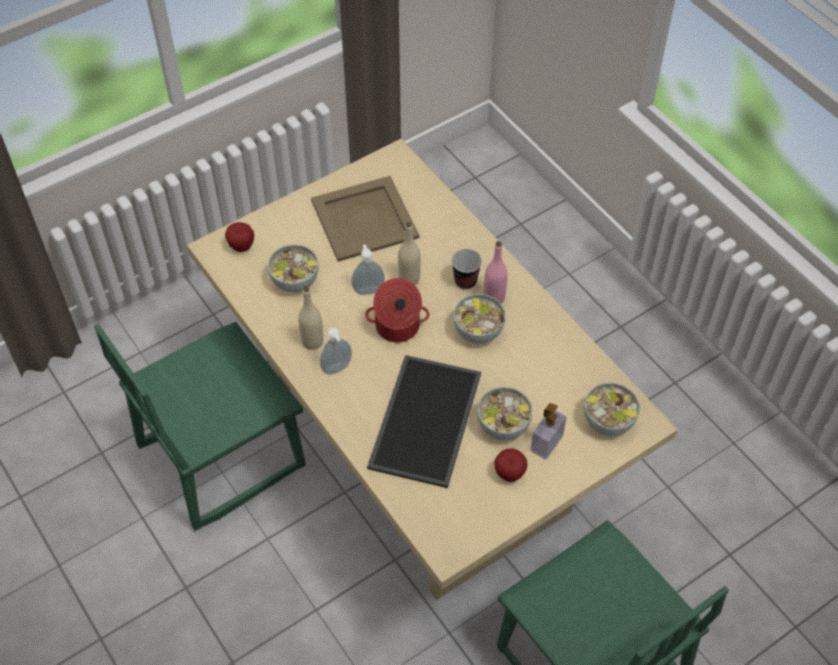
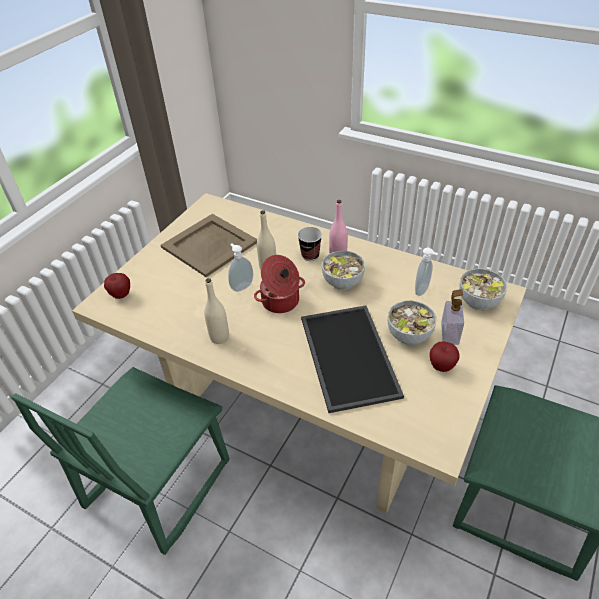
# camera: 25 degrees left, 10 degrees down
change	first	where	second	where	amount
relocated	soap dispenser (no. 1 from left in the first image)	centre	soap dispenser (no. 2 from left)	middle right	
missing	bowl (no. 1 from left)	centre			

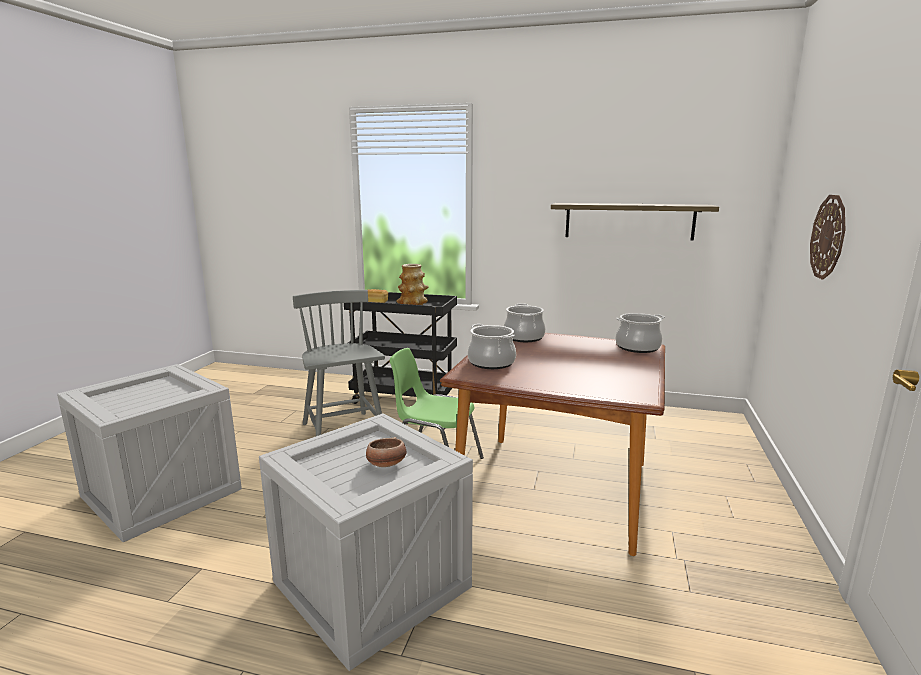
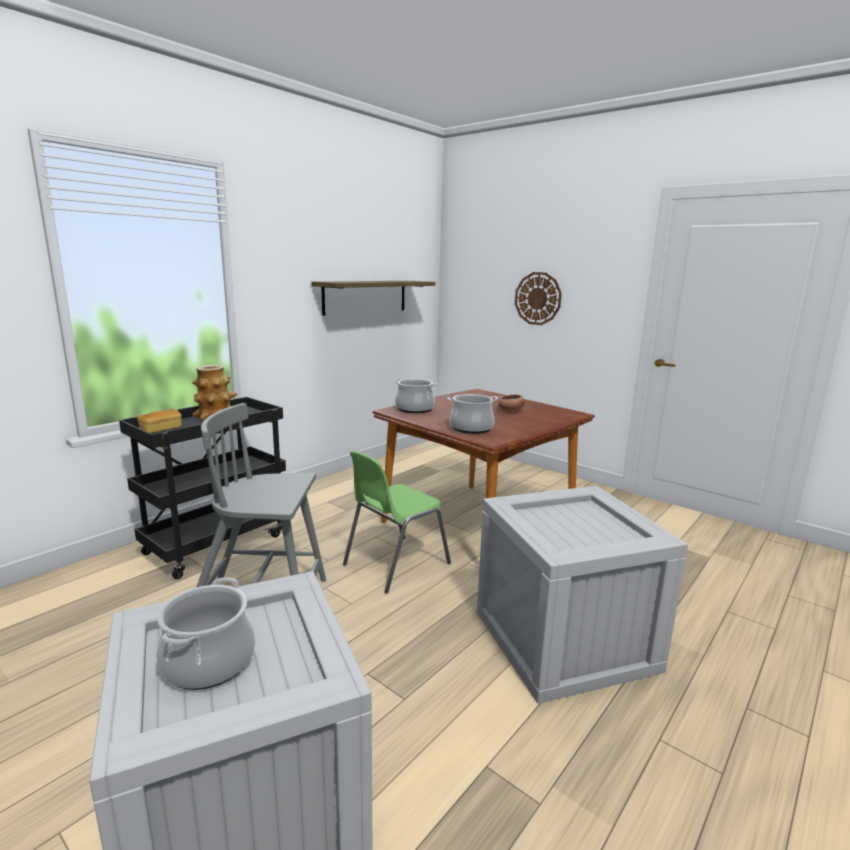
# camera: 65 degrees left, 0 degrees up
change	first	where	second	where	amount
relocated	cooking pot (no. 3 from left in the first image)	middle right	cooking pot (no. 1 from left)	bottom left	
relocated	bowl	bottom centre		centre	

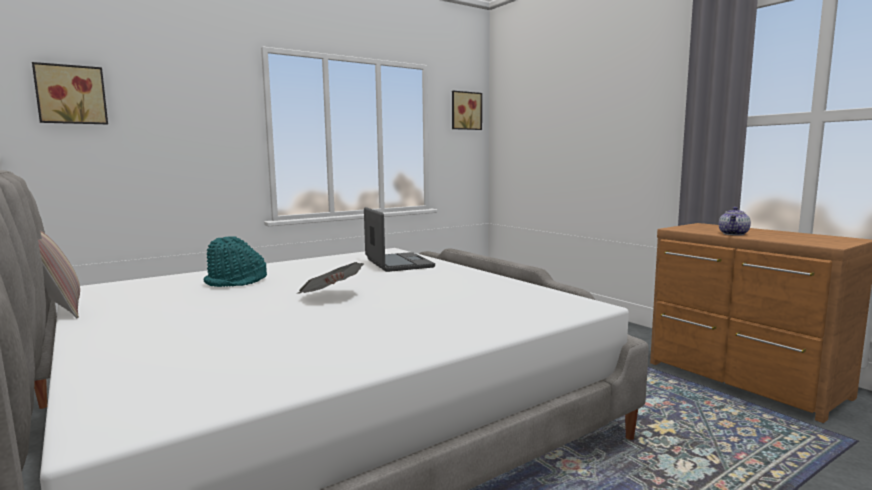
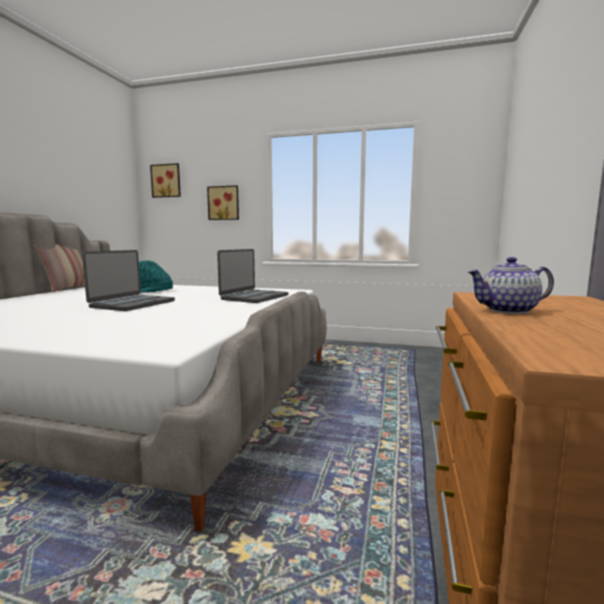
# camera: 50 degrees right, 0 degrees up
change	first	where	second	where	amount
exchanged	newspaper	centre	laptop (no. 1 from left)	middle left	
relocated	picture (no. 2 from left)	top centre		centre	

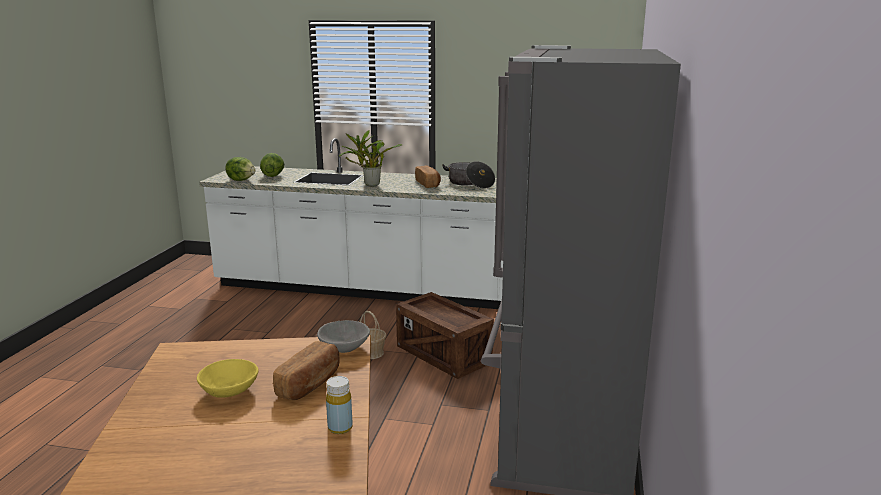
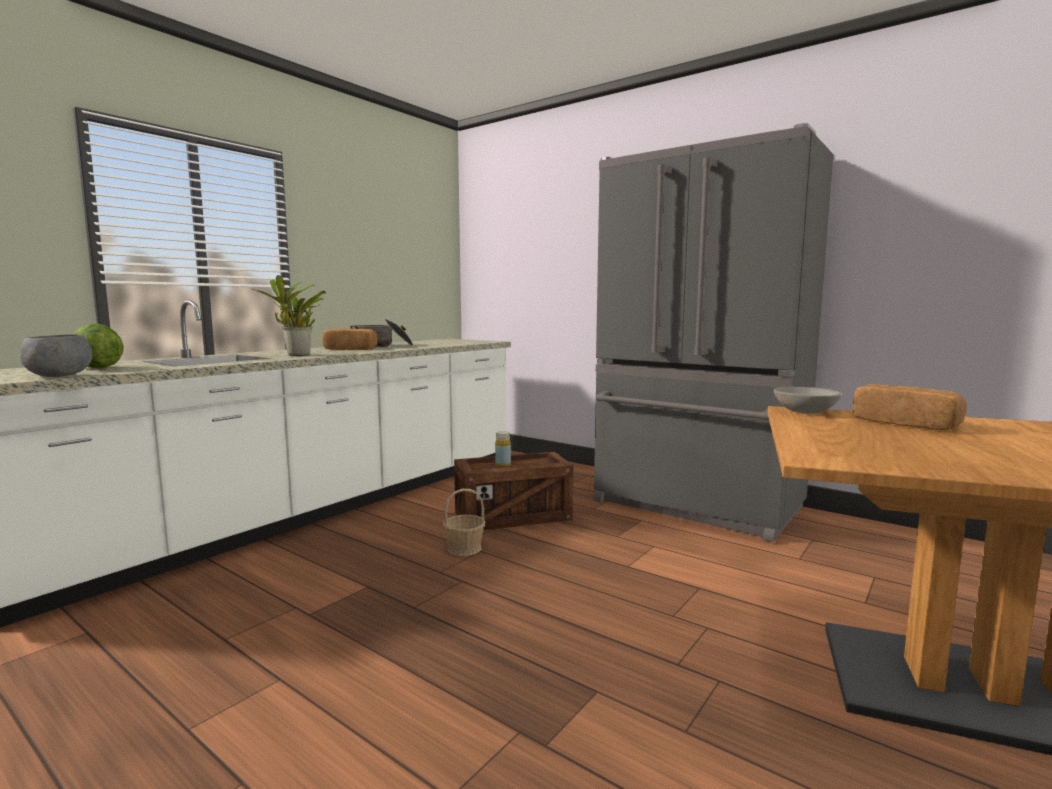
# camera: 65 degrees left, 10 degrees down
change	first	where	second	where	amount
exchanged	lettuce (no. 1 from left)	middle left	bowl (grey) (no. 1 from left)	middle left	
relocated	bottle (yellow)	bottom centre		centre	
missing	bowl (yellow)	bottom left			

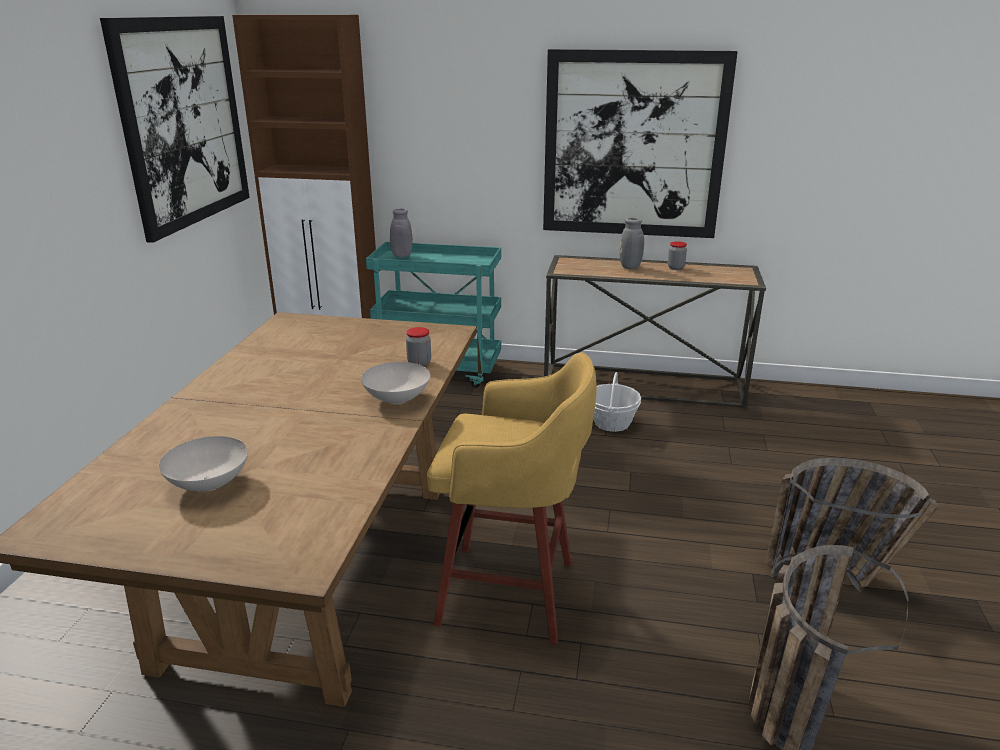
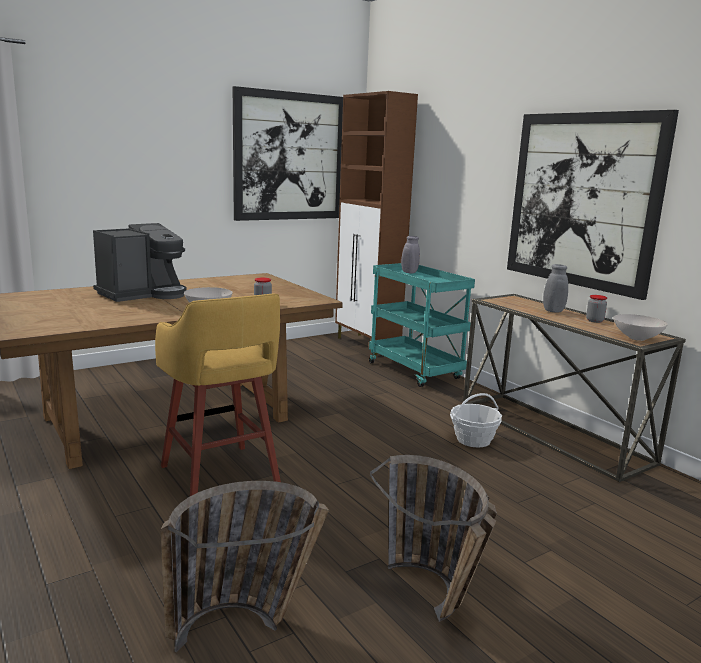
# camera: 45 degrees right, 10 degrees down
change	first	where	second	where	amount
appeared			coffee machine	middle left	
relocated	bowl (white) (no. 1 from left in the first image)	middle left	bowl (white) (no. 2 from left)	middle right	

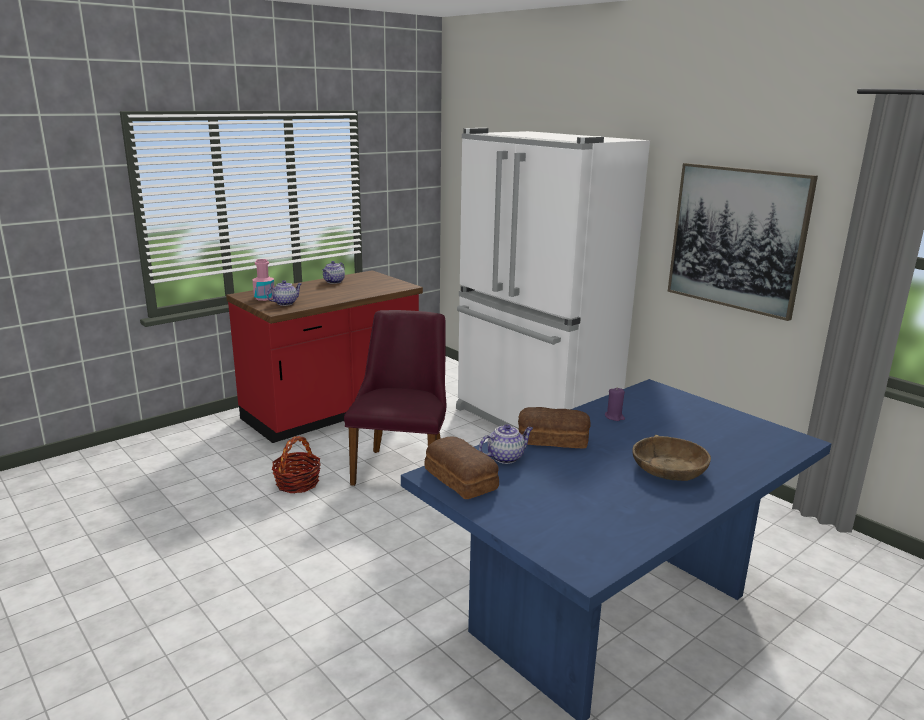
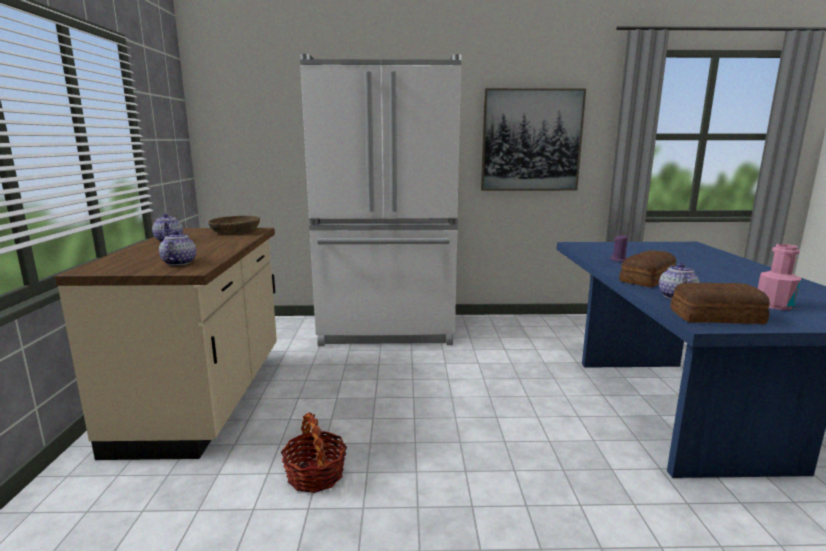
# camera: 50 degrees left, 5 degrees down
change	first	where	second	where	amount
colour	counter (red)	centre	counter (beige)	middle left	
relocated	bowl (brown)	middle right		middle left	
relocated	bottle (pink)	middle left		middle right	
missing	chair (purple)	centre			

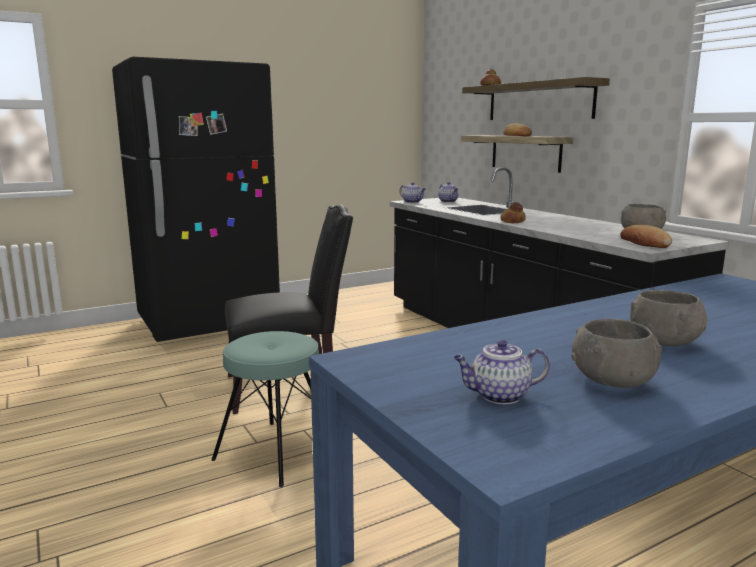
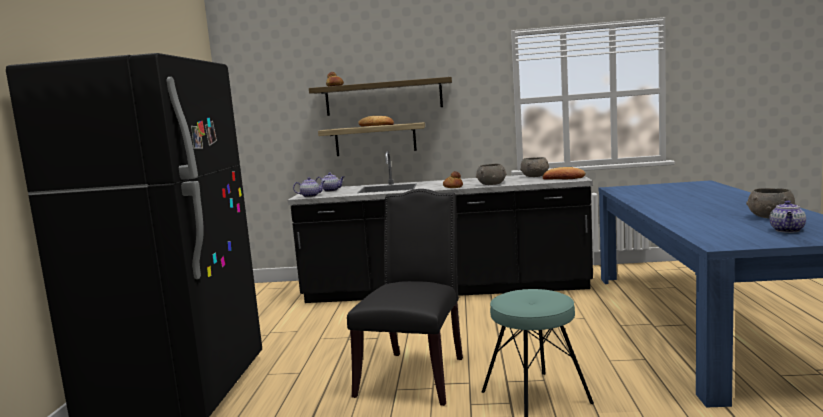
# camera: 55 degrees left, 5 degrees down
change	first	where	second	where	amount
relocated	bowl (grey) (no. 3 from left in the first image)	middle right	bowl (grey) (no. 1 from left)	centre	

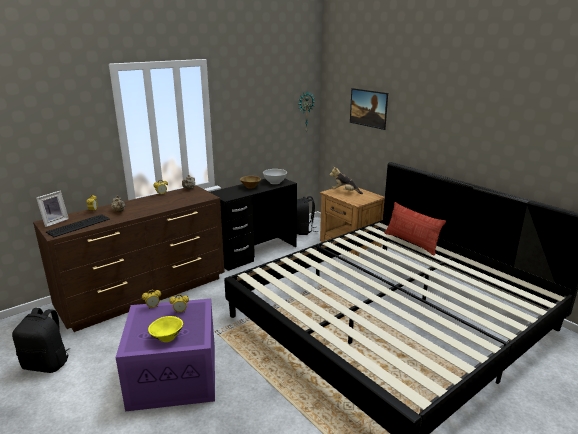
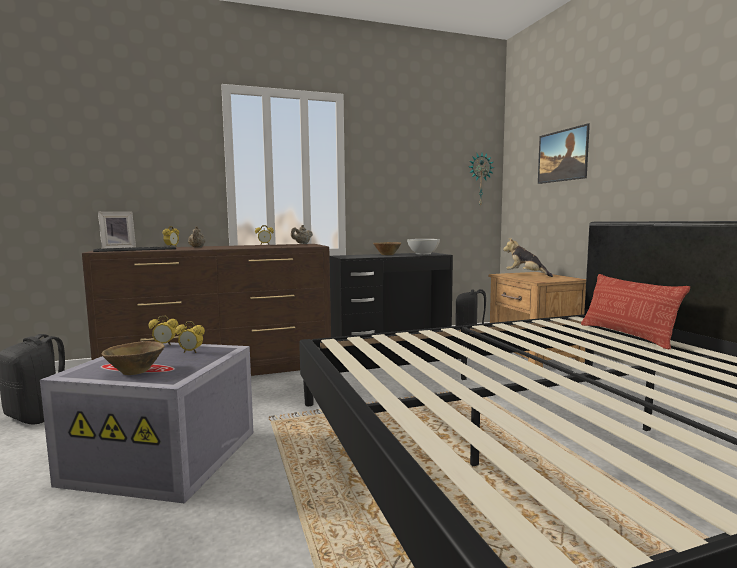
# camera: 20 degrees right, 15 degrees down
change	first	where	second	where	amount
colour	storage box (purple)	bottom left	storage box (grey)	bottom left	
colour	bowl (yellow)	bottom left	bowl (brown) (no. 1 from left)	middle left	

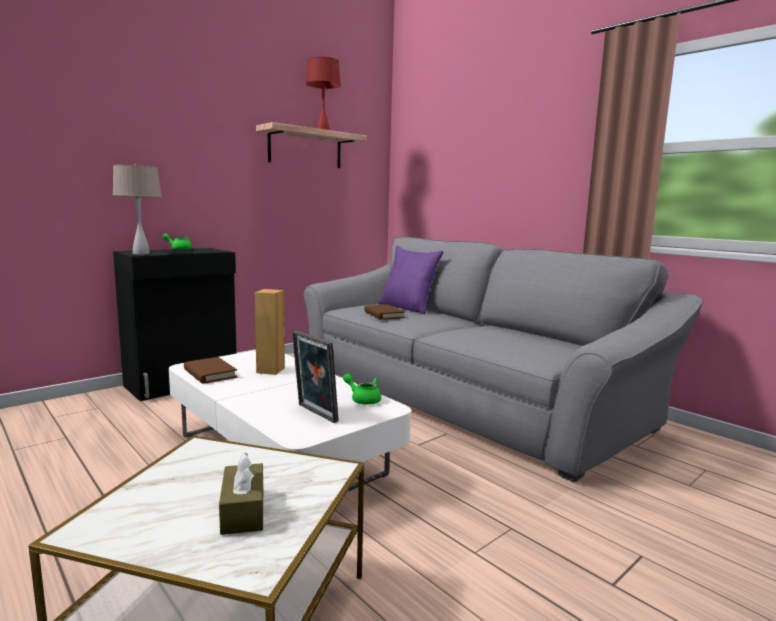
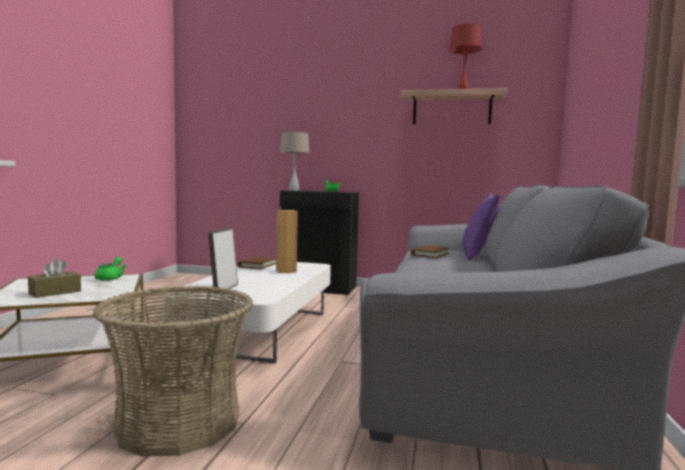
# camera: 55 degrees right, 5 degrees down
change	first	where	second	where	amount
appeared			basket	bottom left	
relocated	teapot (green) (no. 2 from left in the first image)	centre	teapot (green) (no. 1 from left)	middle left	

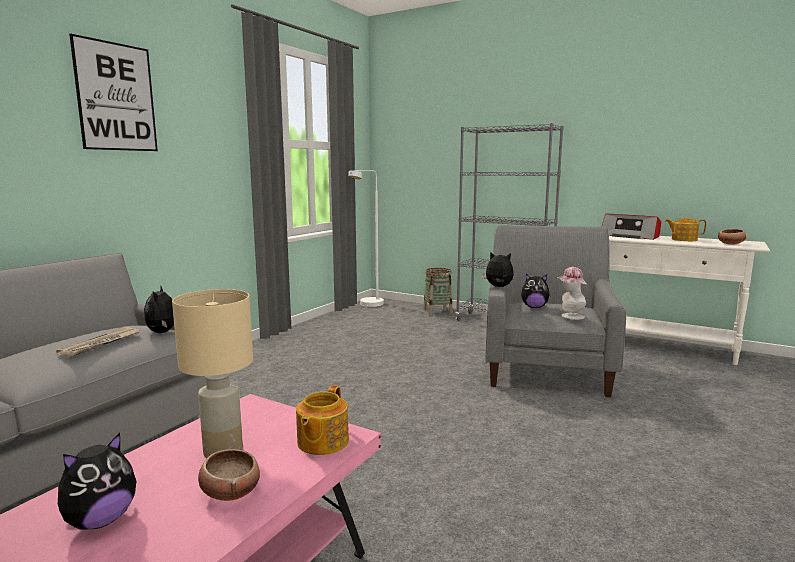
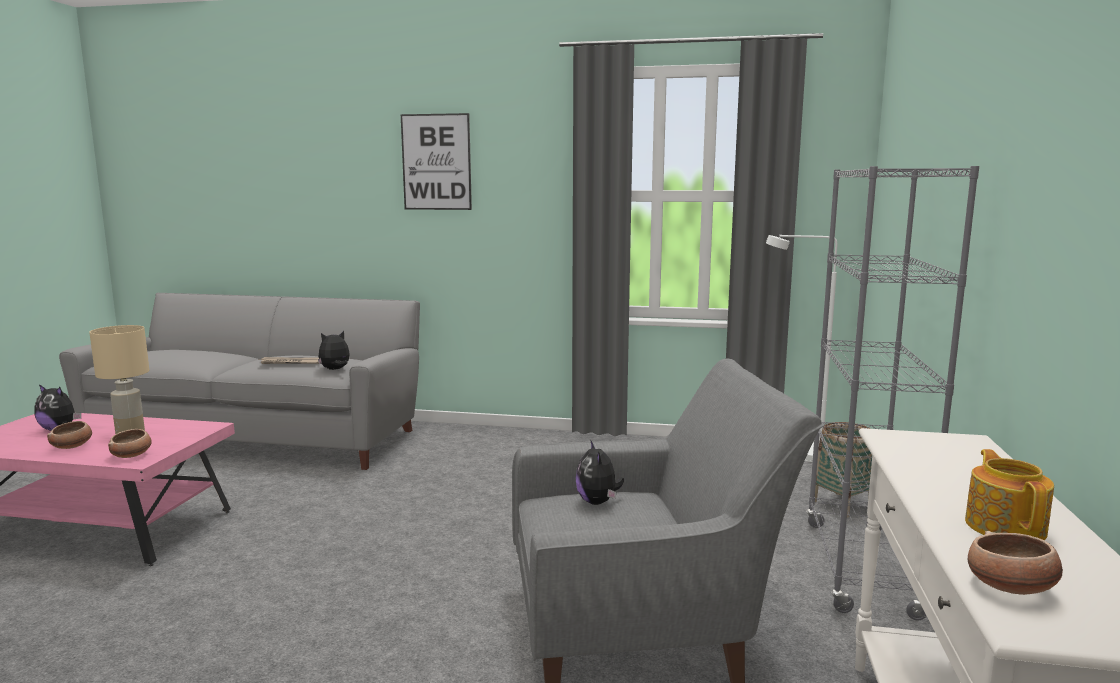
# camera: 70 degrees right, 0 degrees up
change	first	where	second	where	amount
exchanged	teapot (no. 1 from left)	bottom centre	bowl (no. 2 from left)	middle left	
missing	plush toy (no. 3 from left)	centre			
missing	hat	middle right			
missing	radio	middle right			

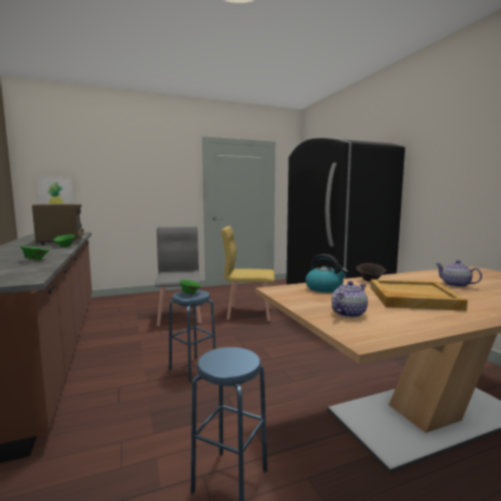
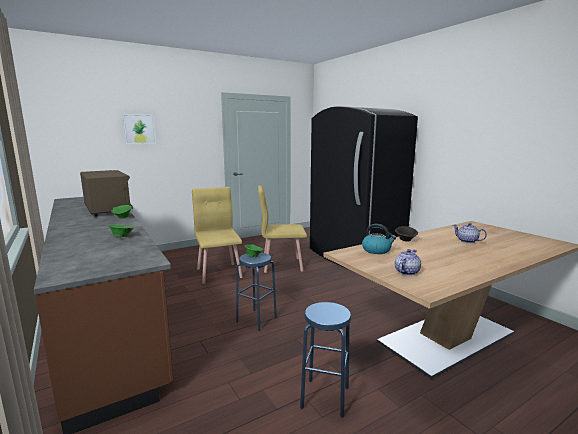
# camera: 10 degrees left, 5 degrees up
change	first	where	second	where	amount
relocated	picture	middle left		top left	
colour	chair (grey)	centre	chair (yellow) (no. 1 from left)	centre	
missing	tray (beige)	middle right			

